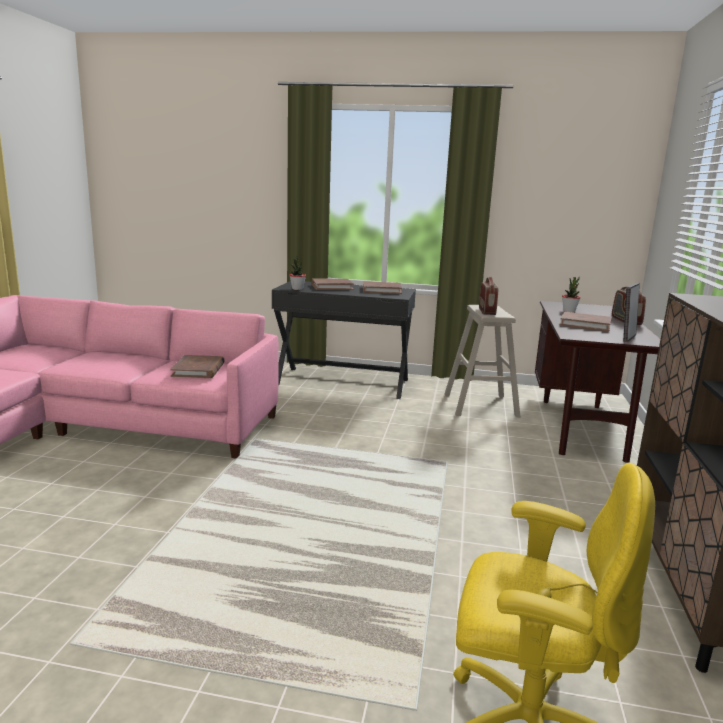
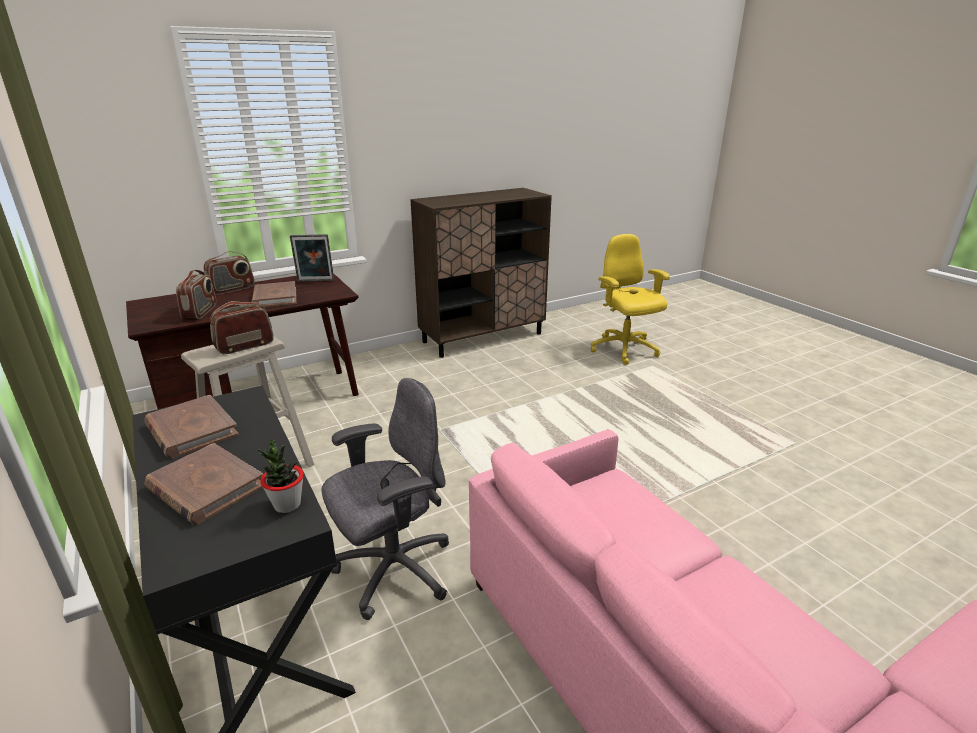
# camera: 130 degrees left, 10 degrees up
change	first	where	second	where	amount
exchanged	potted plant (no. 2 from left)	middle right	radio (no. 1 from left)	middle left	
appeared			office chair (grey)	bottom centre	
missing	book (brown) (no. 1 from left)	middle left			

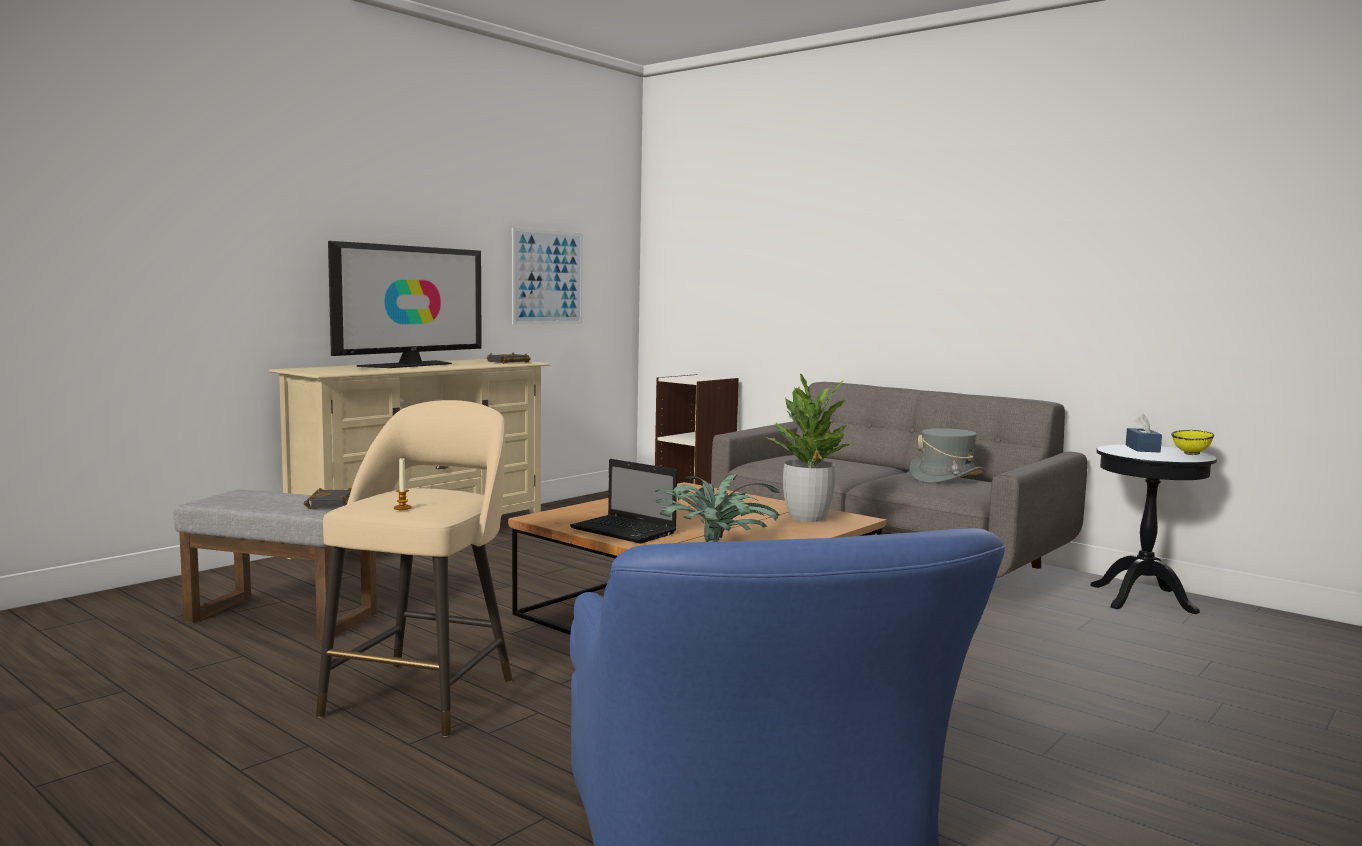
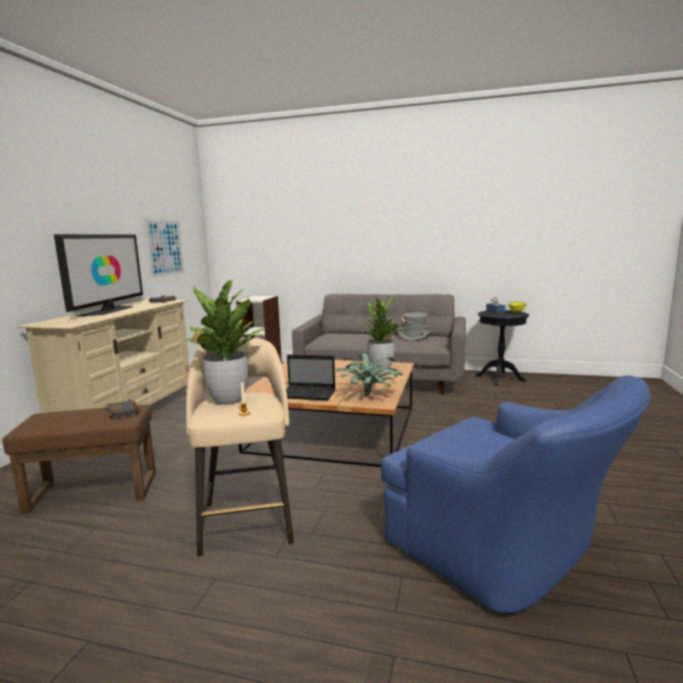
# camera: 25 degrees left, 5 degrees up
change	first	where	second	where	amount
colour	ottoman (grey)	bottom left	ottoman (brown)	bottom left	
appeared			potted plant (no. 1 from left)	middle left	

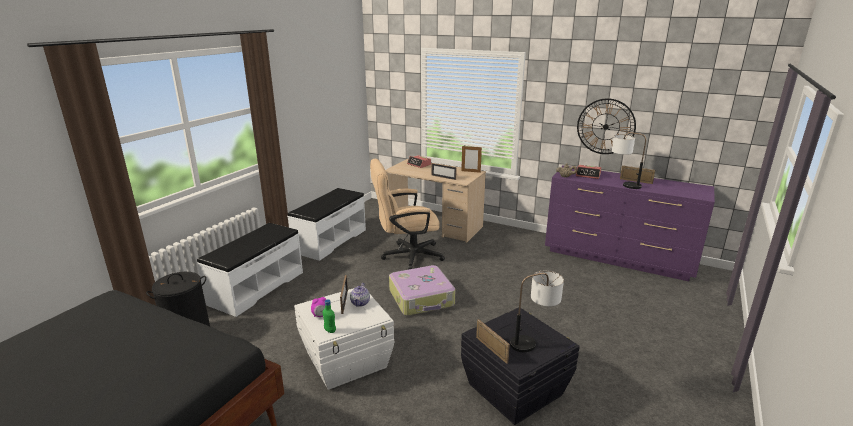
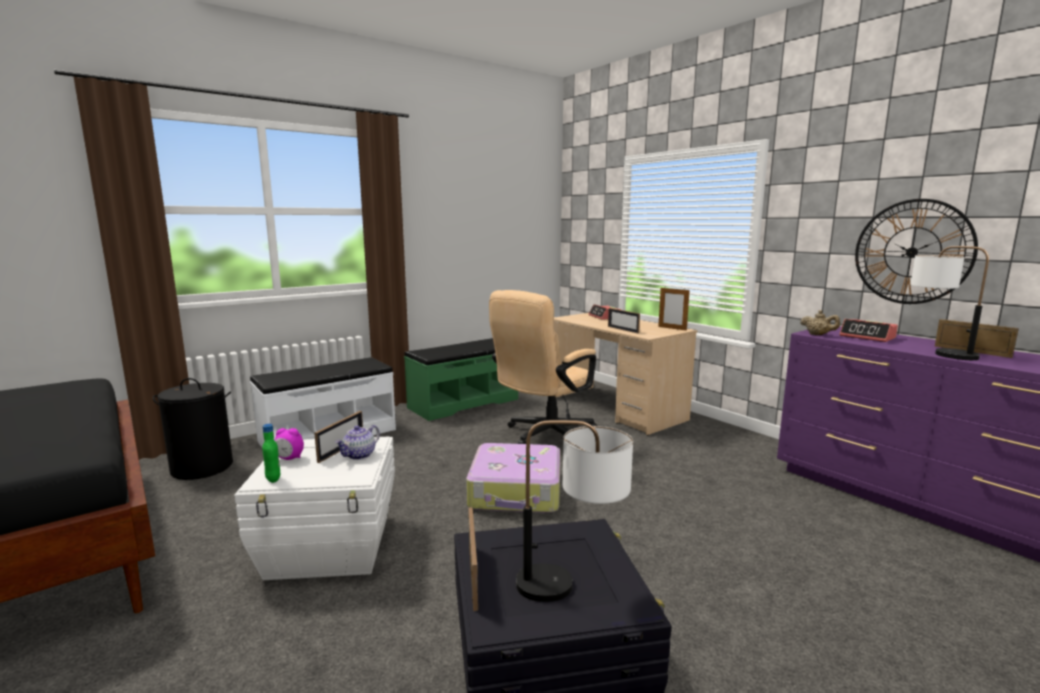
# camera: 25 degrees right, 10 degrees down
change	first	where	second	where	amount
colour	bench (white) (no. 2 from left)	centre	bench (green)	centre	
spun	office chair (beige)	centre		centre	60 degrees counterclockwise

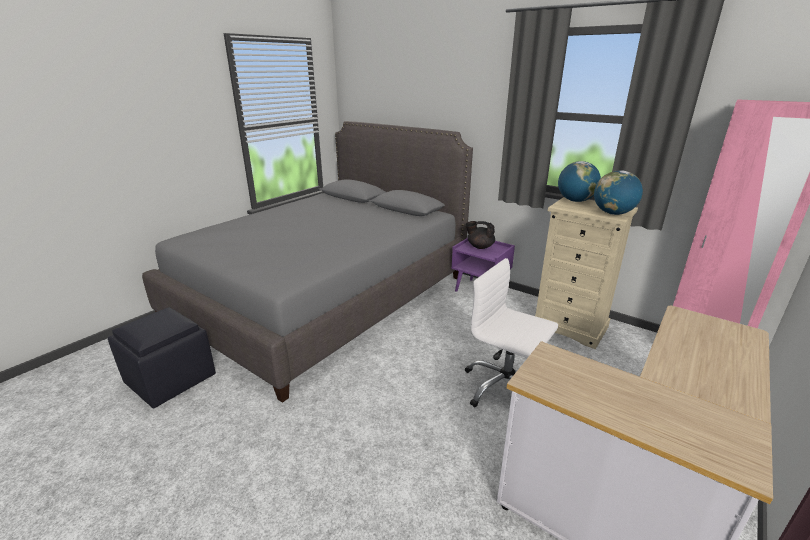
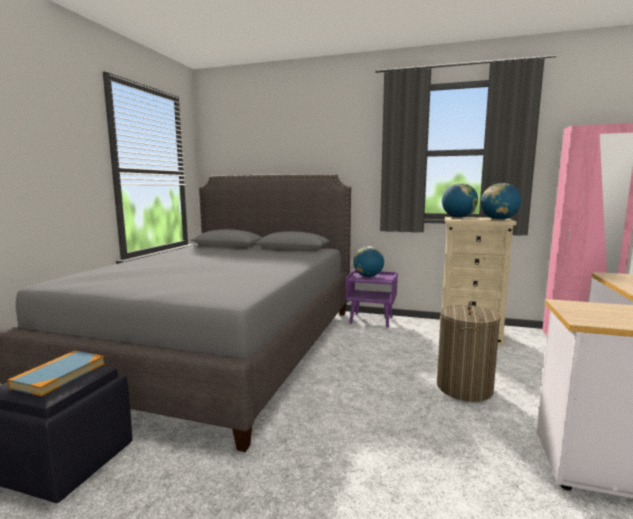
# camera: 20 degrees left, 15 degrees down
change	first	where	second	where	amount
appeared			book	bottom left	
exchanged	teapot (black)	centre	globe (no. 1 from left)	centre	
exchanged	office chair (white)	centre	laundry basket	bottom right	

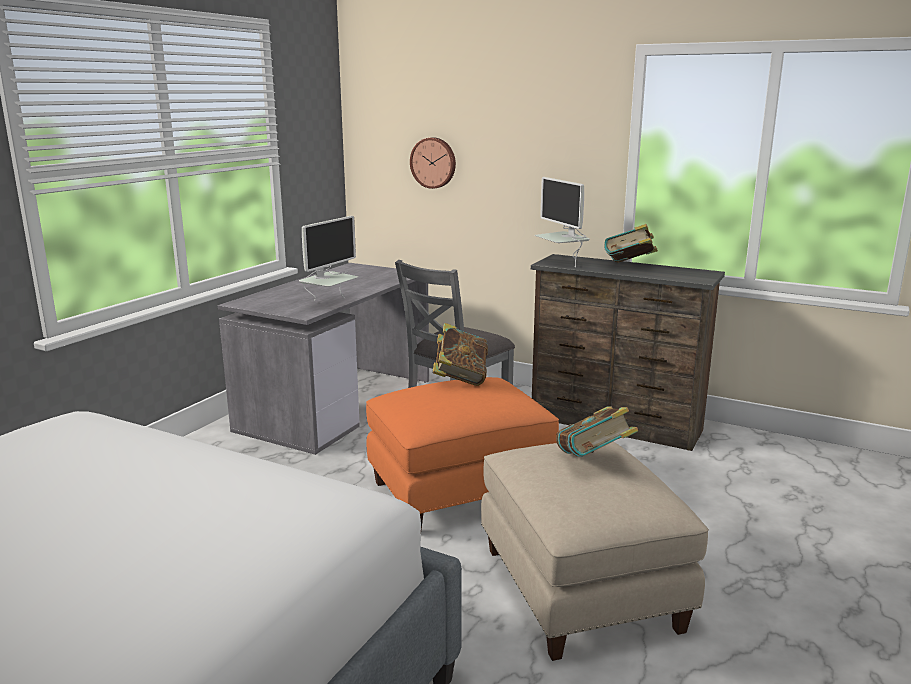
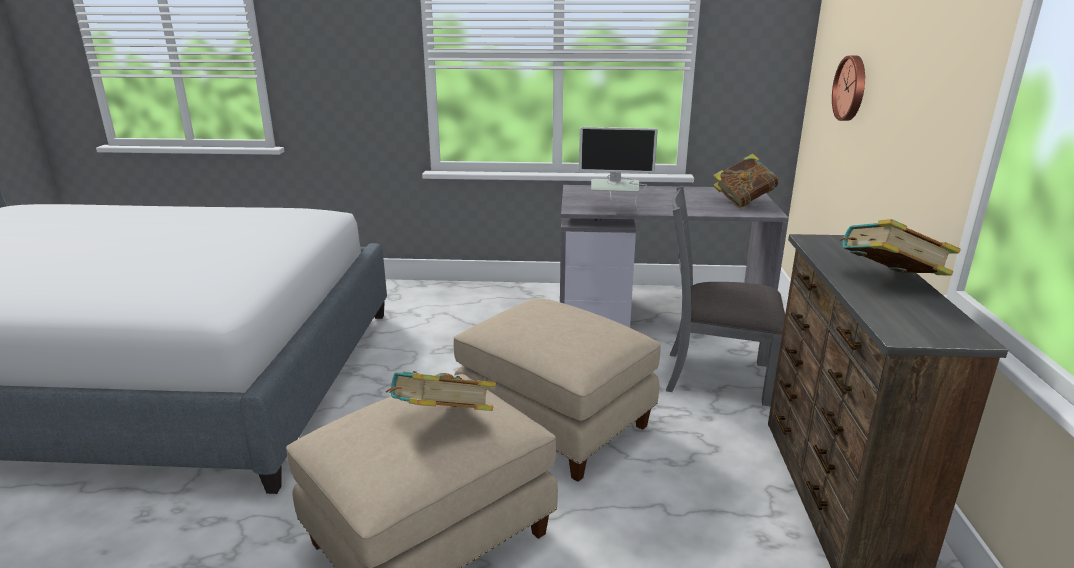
# camera: 65 degrees right, 5 degrees up
change	first	where	second	where	amount
colour	ottoman (orange)	centre	ottoman (beige) (no. 2 from left)	bottom centre	
relocated	book (no. 1 from left in the first image)	centre	book (no. 2 from left)	top right	
missing	monitor (no. 2 from left)	top centre			

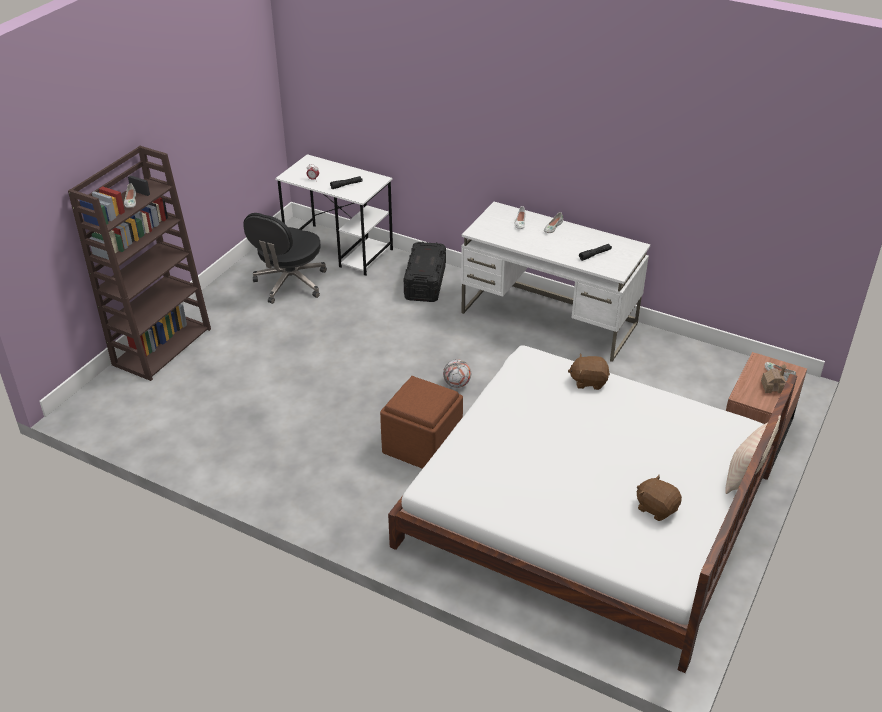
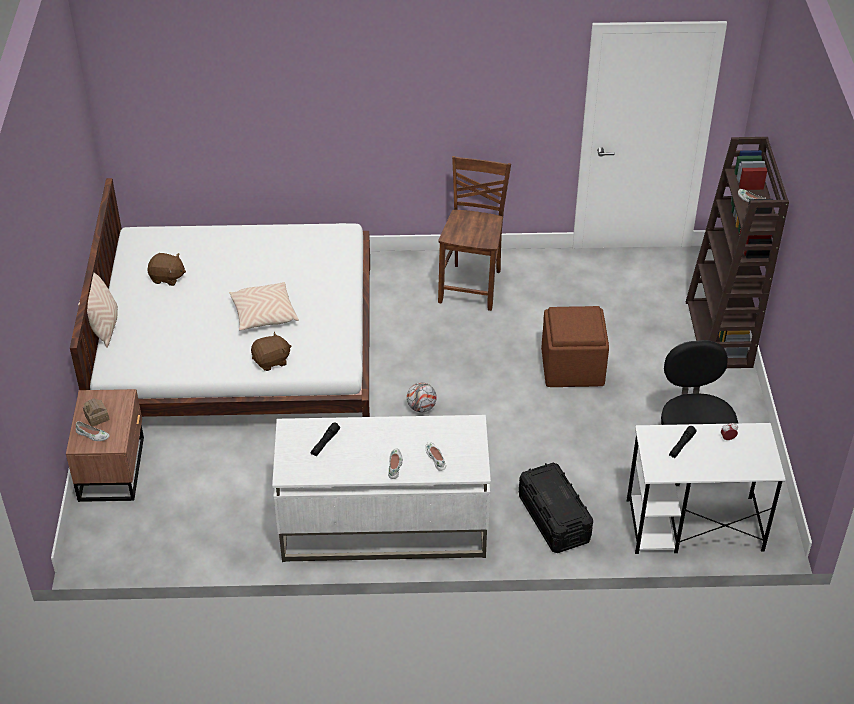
# camera: 150 degrees right, 5 degrees up
change	first	where	second	where	amount
appeared			pillow (beige) (no. 2 from left)	middle left	
appeared			chair (brown)	top centre	
relocated	ottoman (brown)	centre		middle right	

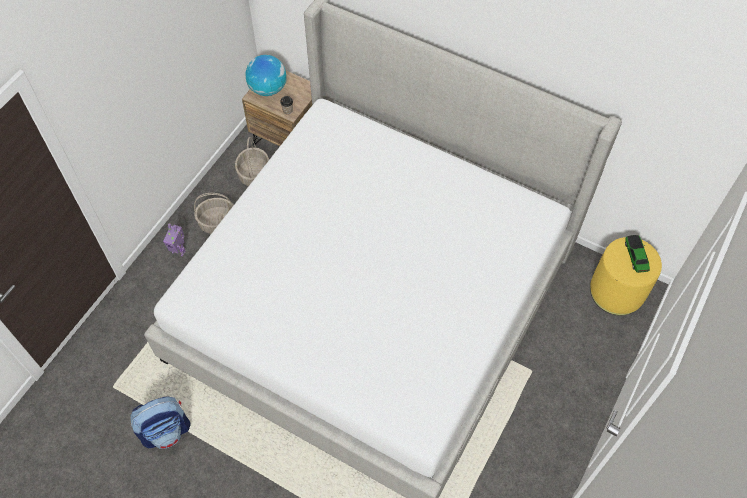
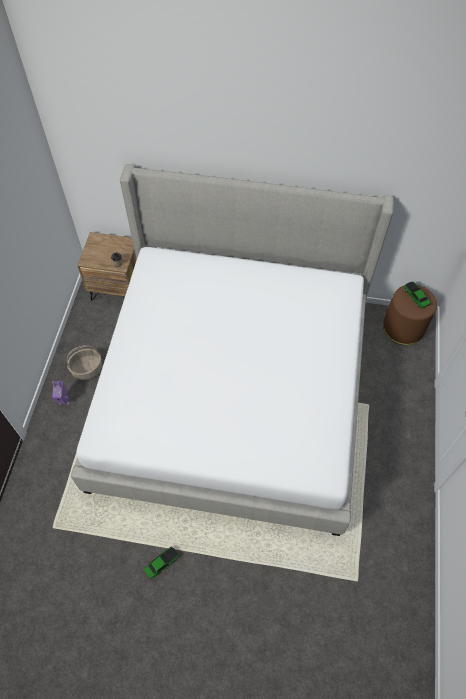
# camera: 20 degrees left, 0 degrees up
change	first	where	second	where	amount
appeared			toy car (no. 1 from left)	bottom centre	
colour	ottoman (yellow)	middle right	ottoman (brown)	middle right	
missing	backpack	bottom left			
missing	basket (no. 2 from left)	top centre			
missing	globe	top centre			

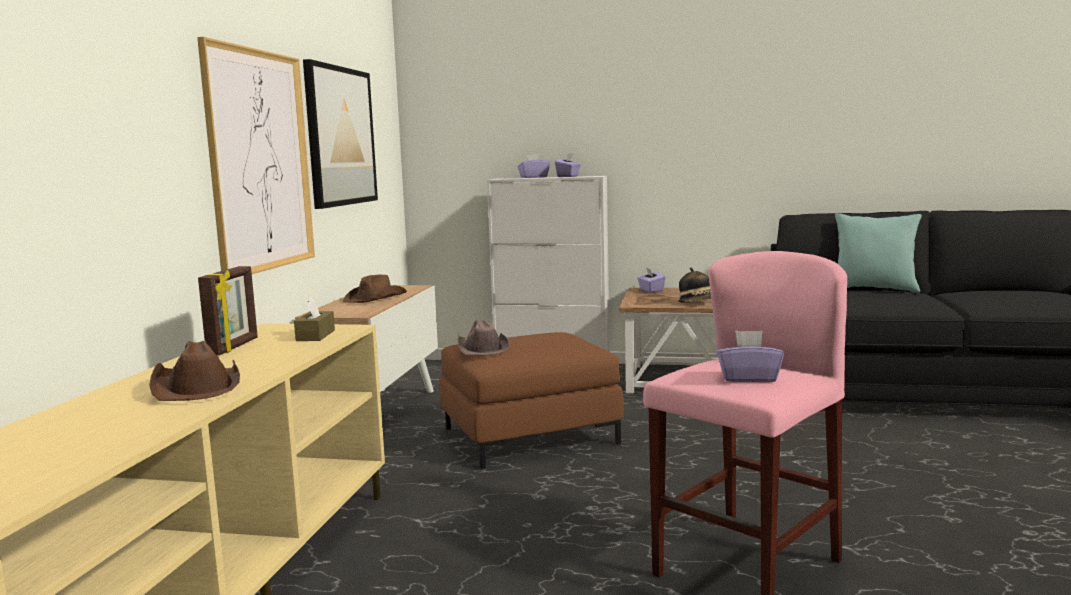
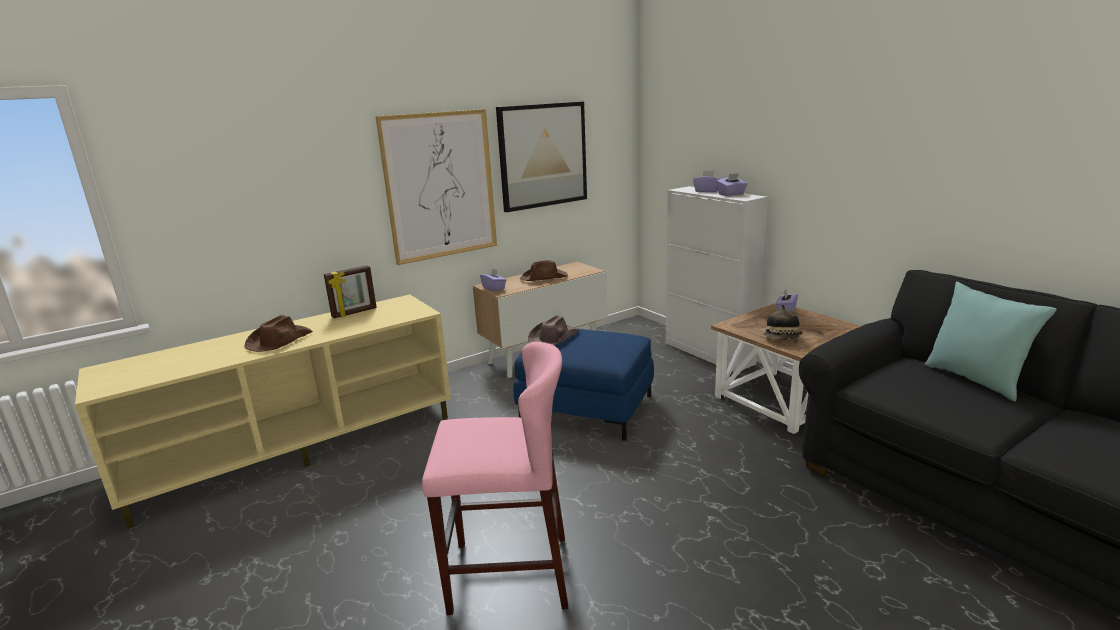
# camera: 45 degrees right, 10 degrees up
change	first	where	second	where	amount
relocated	tissue box (purple) (no. 4 from left in the first image)	middle right	tissue box (purple) (no. 1 from left)	centre	
colour	ottoman (brown)	bottom centre	ottoman (blue)	centre	
missing	tissue box (brown)	middle left			

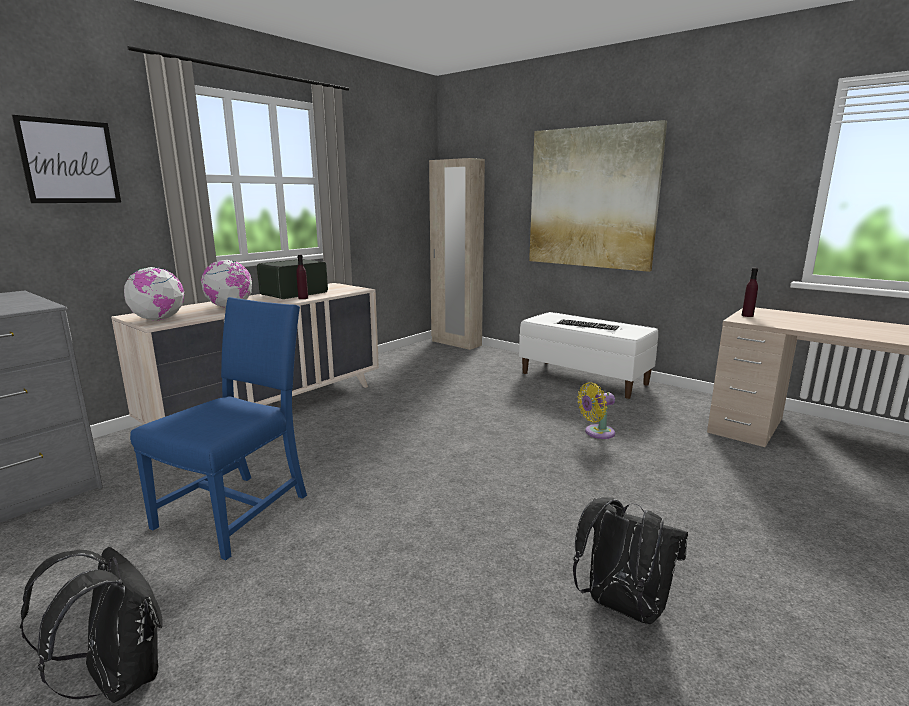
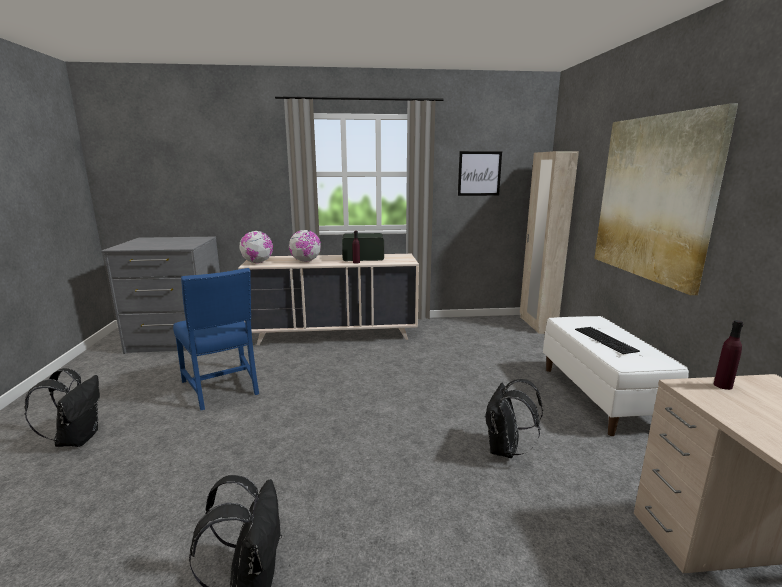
# camera: 45 degrees right, 0 degrees up
change	first	where	second	where	amount
spun	chair (blue)	middle left		middle left	75 degrees clockwise
relocated	picture (no. 1 from left)	top left		top centre	
exchanged	fan (yellow)	centre	backpack (black) (no. 3 from left)	bottom centre	

